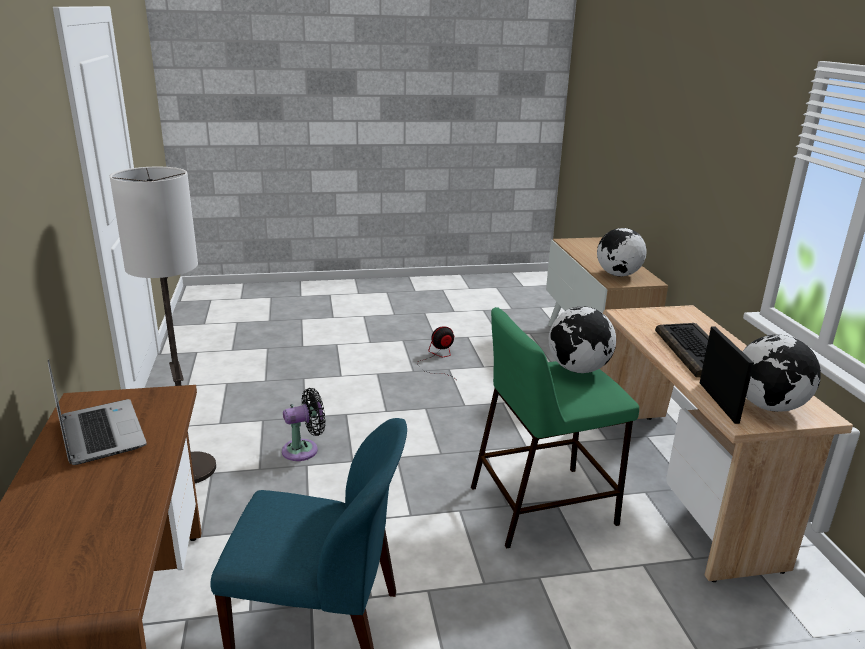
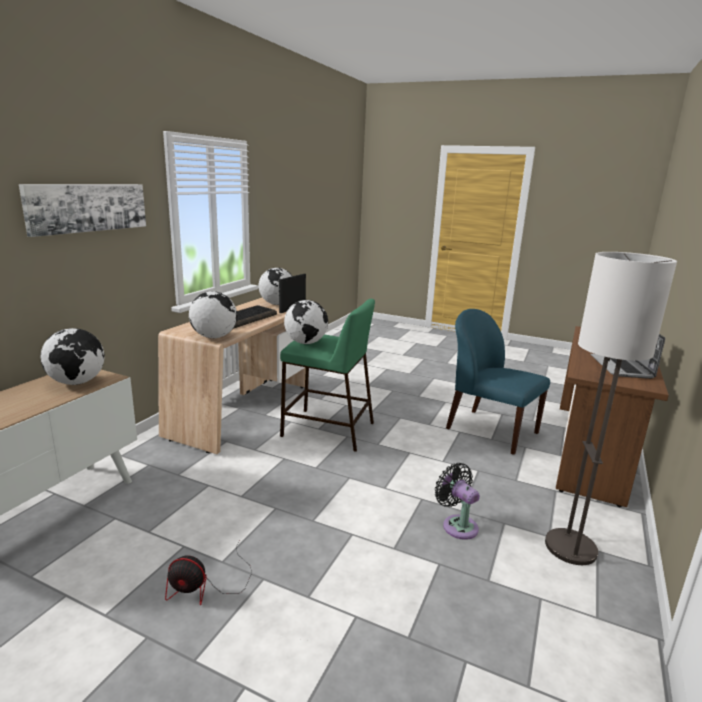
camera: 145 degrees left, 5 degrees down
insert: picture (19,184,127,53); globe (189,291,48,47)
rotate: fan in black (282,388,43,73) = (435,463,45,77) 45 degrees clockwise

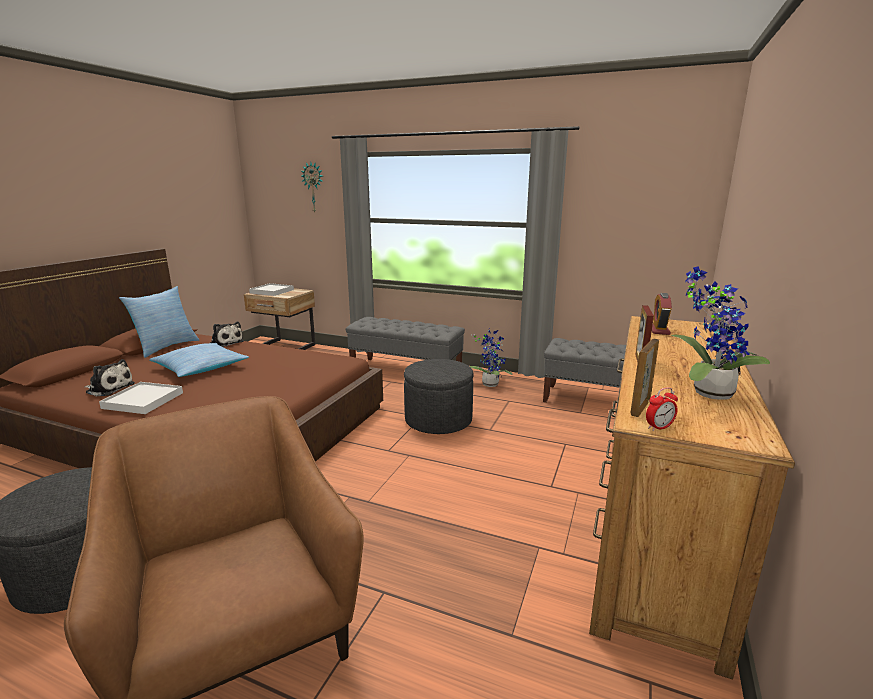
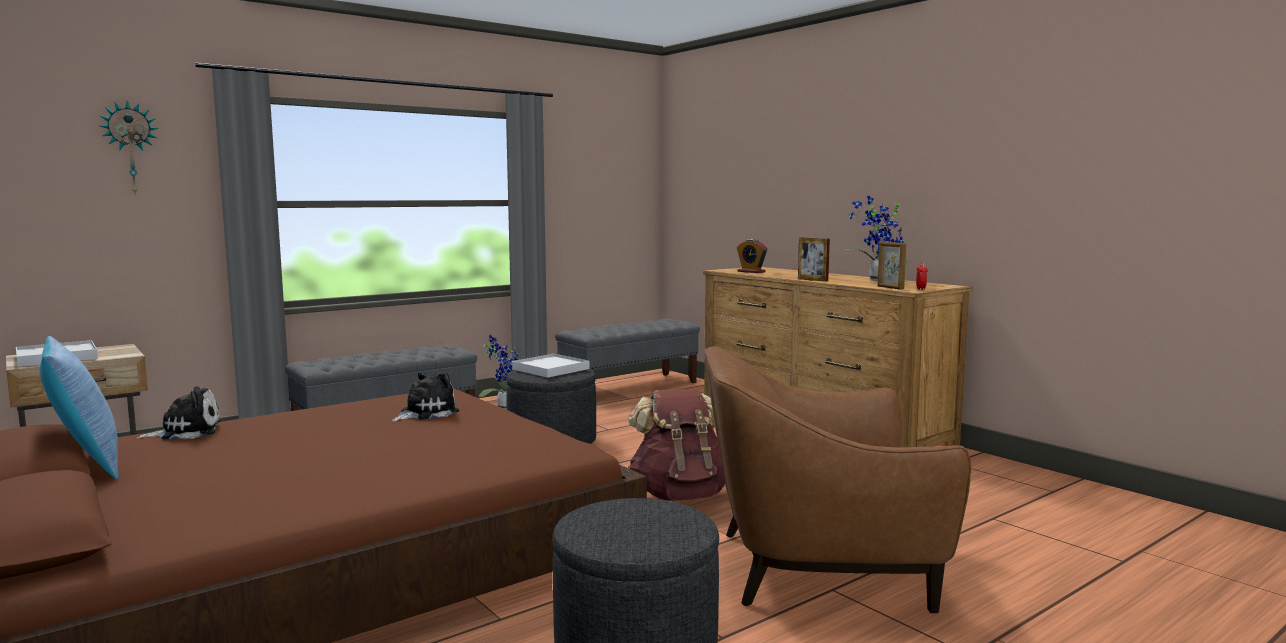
camera: 60 degrees left, 10 degrees down
delete: pillow (149,343,100,34)
insert: backpack in brown (628,389,97,112)
move: plush toy (85,359,50,37) to (392,372,67,49); tray in white (99,382,84,32) to (512,354,77,24)

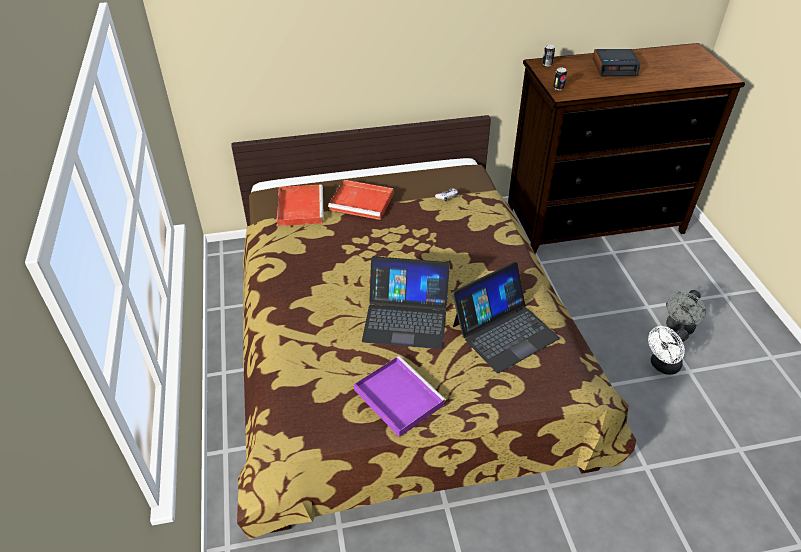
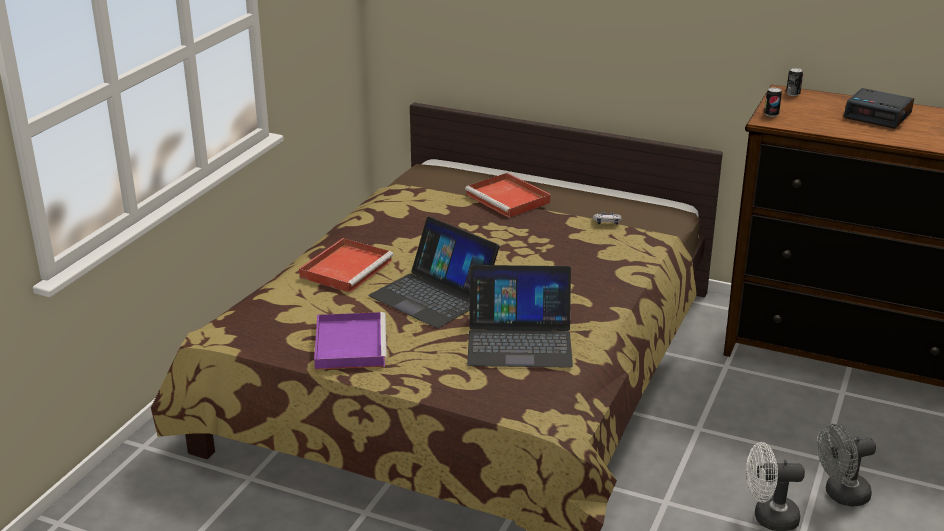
camera: 35 degrees right, 15 degrees down
move: tray in red (277,185,47,41) to (299,238,95,55)

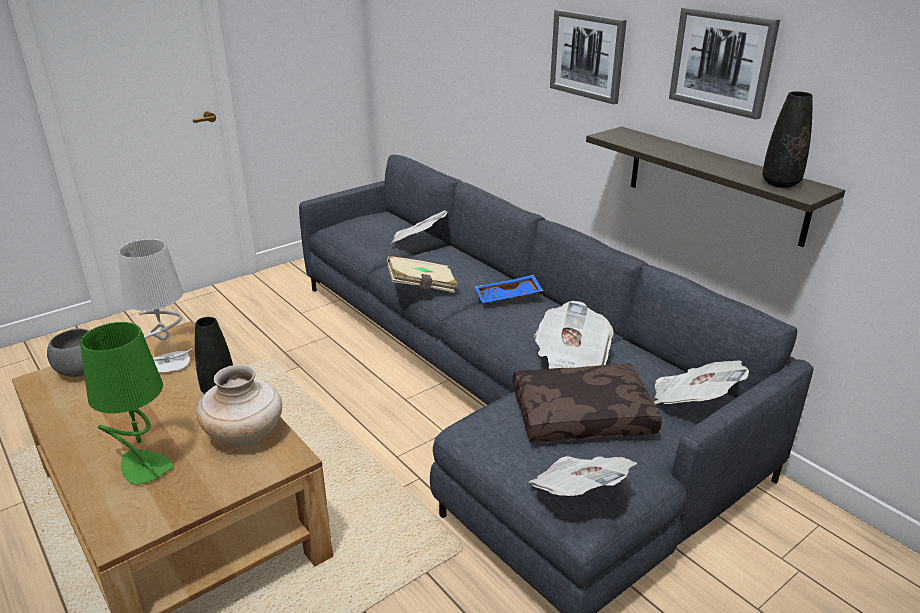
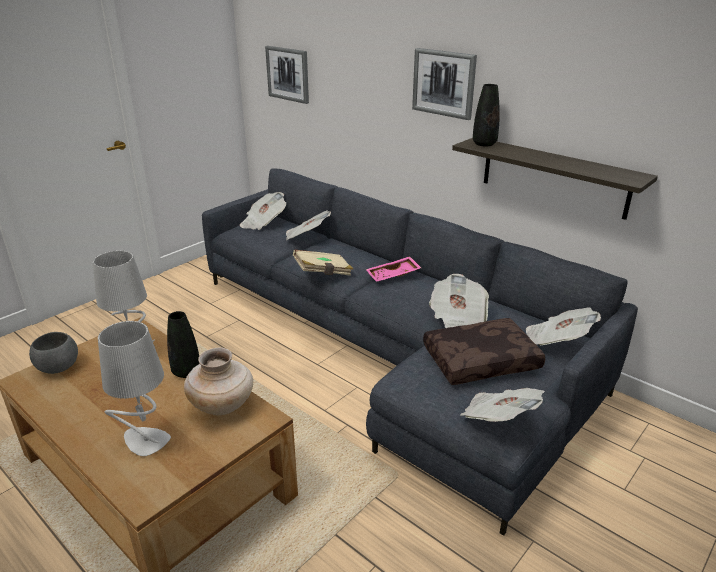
camera: 10 degrees left, 0 degrees up
insert: newspaper (240,192,46,38)
move: picture (669,7,111,113) to (265,46,44,58); vase in black (762,91,51,97) to (473,84,27,63)
recolor: table lamp in green (80,322,93,163) to table lamp in grey (98,321,73,135); tray in blue (475,275,68,28) to tray in pink (366,257,55,25)

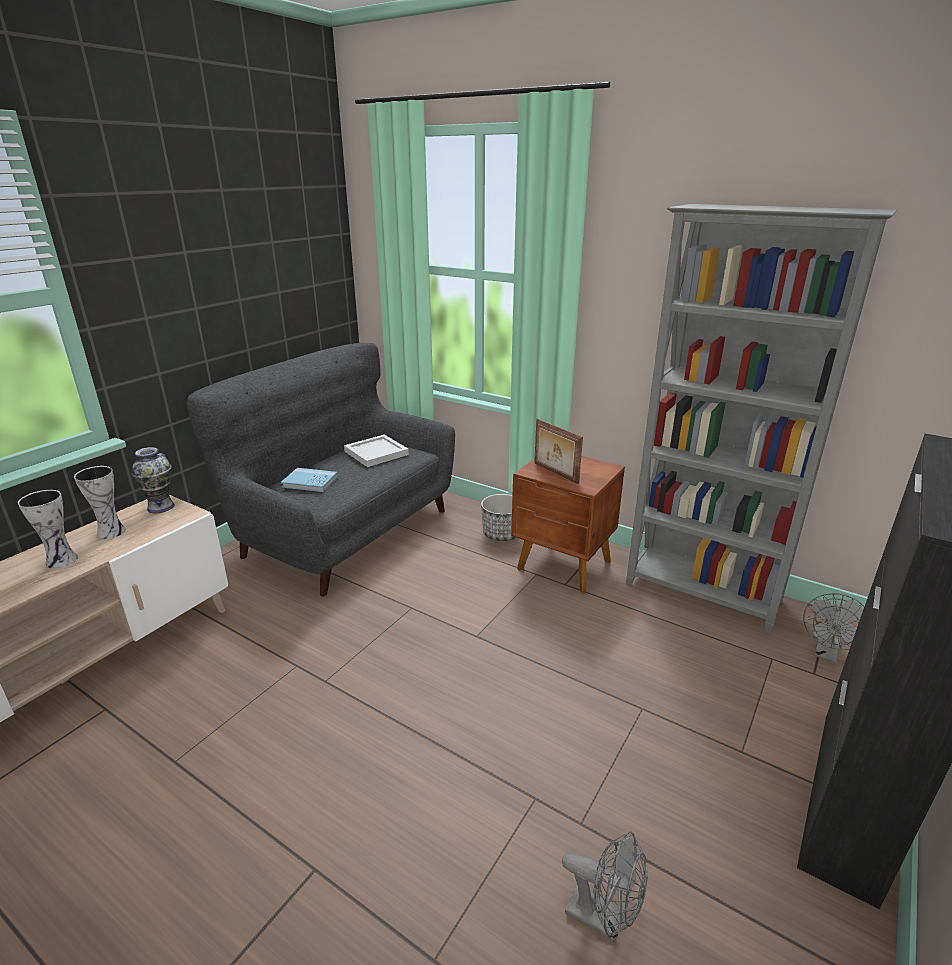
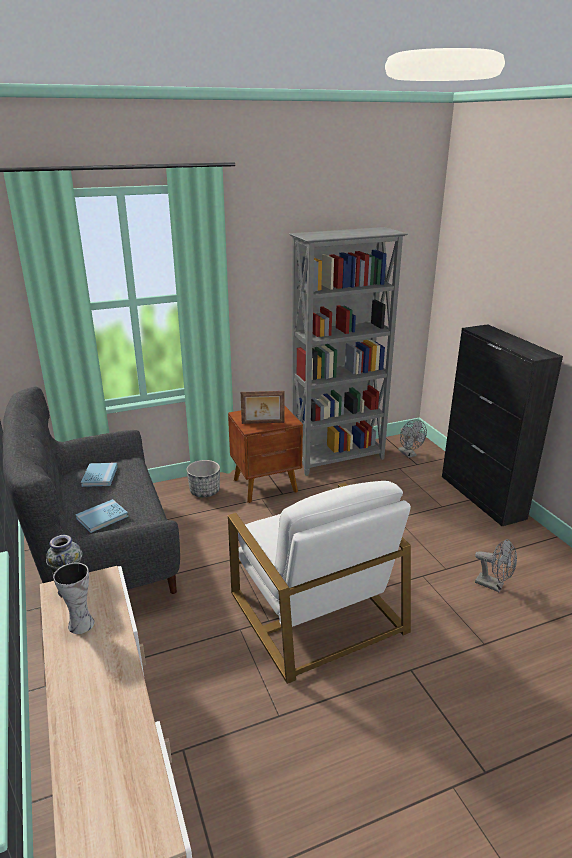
camera: 55 degrees left, 0 degrees up
delete: vase (18,490,60,79)
insert: armchair in white (228,481,183,203)
replace: tray in white (344,435,65,32) to book in blue (81,463,37,24)
rotate: fan in grey (562,831,85,111) = (475,539,42,53) 60 degrees clockwise

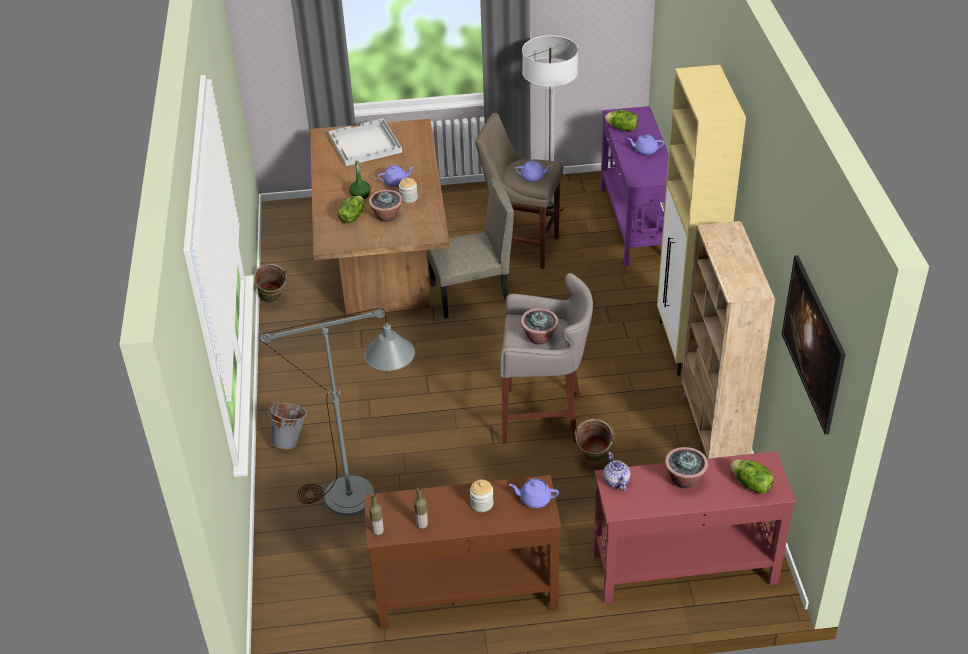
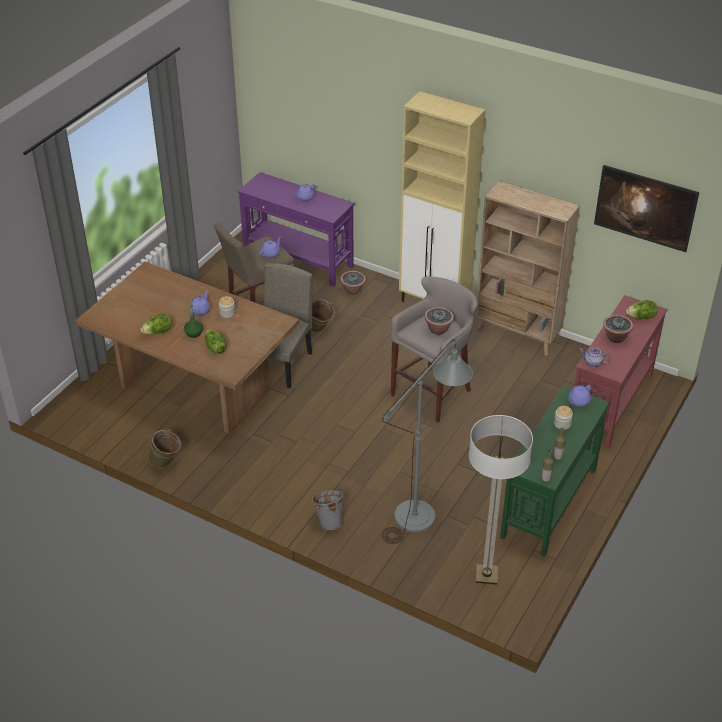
camera: 55 degrees left, 0 degrees up
delete: tray in white (328,118,74,48)
move: potted plant (369,190,34,32) to (340,271,26,24); floor lamp (522,35,56,182) to (469,415,64,170); bucket in green (574,419,41,43) to (311,299,24,33); lettuce (605,110,33,21) to (140,314,32,21)
recolor: console table in brown (364,475,197,154) to console table in green (500,386,110,171)

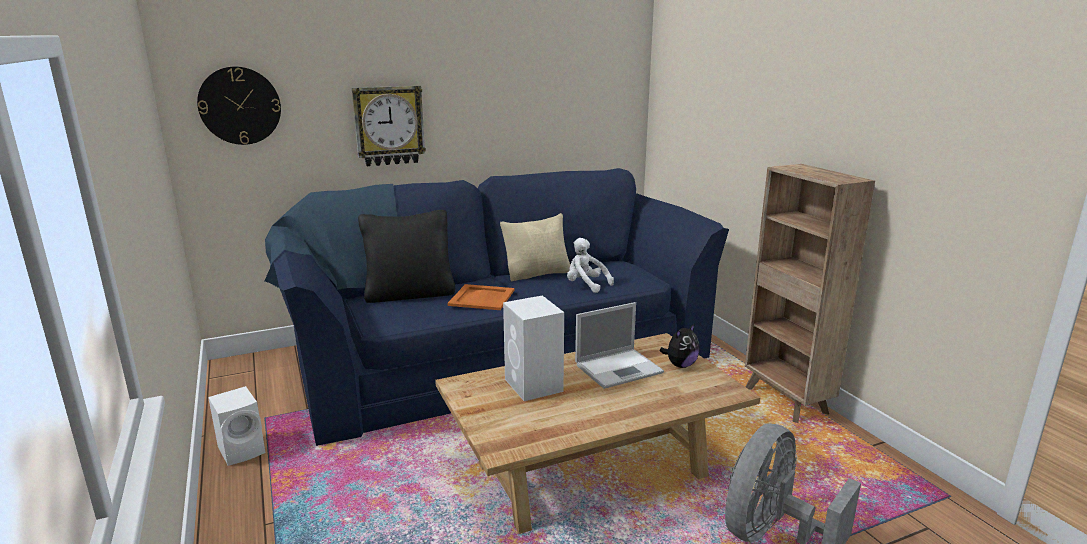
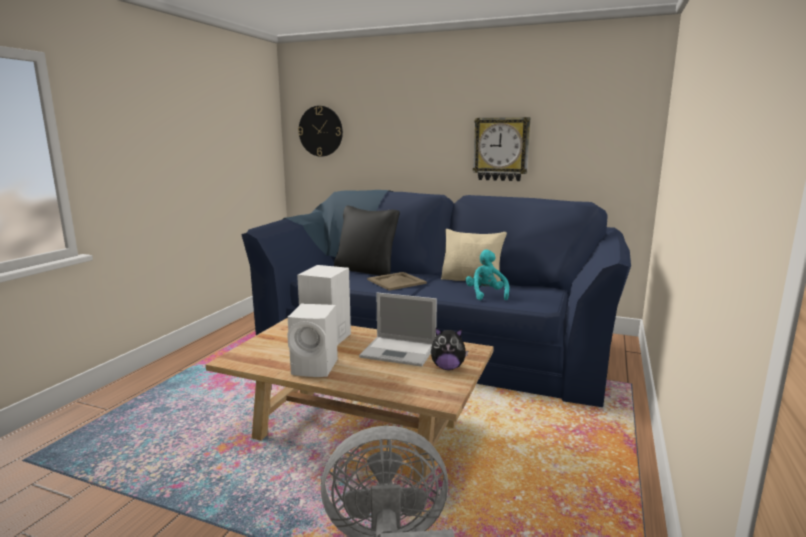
camera: 45 degrees right, 5 degrees down
delete: bookcase in brown (745,164,130,259)
move: speaker in white (208,386,57,80) to (287,304,51,73); wall clock (352,86,74,80) to (473,117,57,64)
recolor: tray in orange (447,284,67,26) to tray in beige (367,272,60,19); plush toy in white (567,238,47,55) to plush toy in turquoise (466,249,43,51)

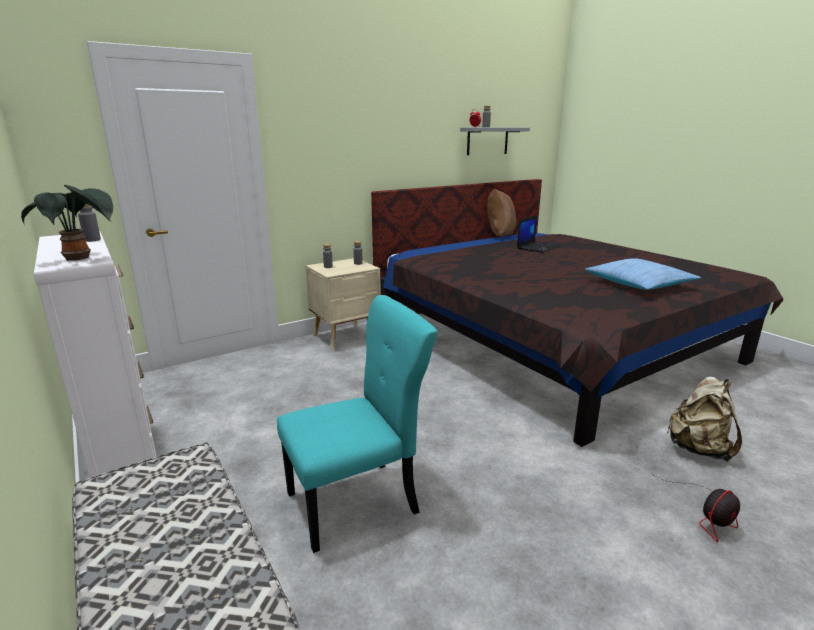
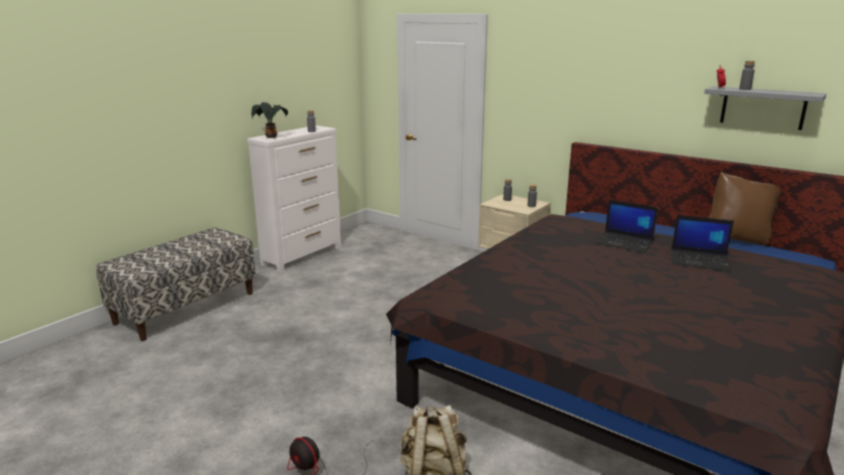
camera: 70 degrees right, 0 degrees up
delete: chair in turquoise (277,295,161,258); pillow (585,258,116,32)
insert: laptop (594,200,64,53)

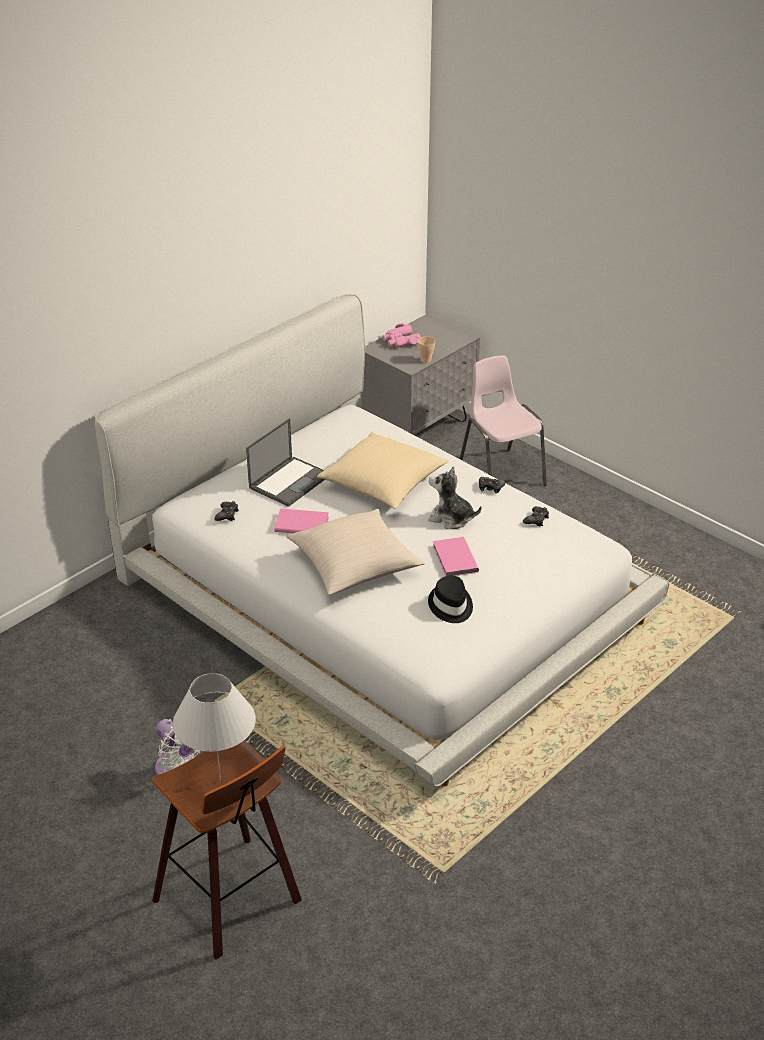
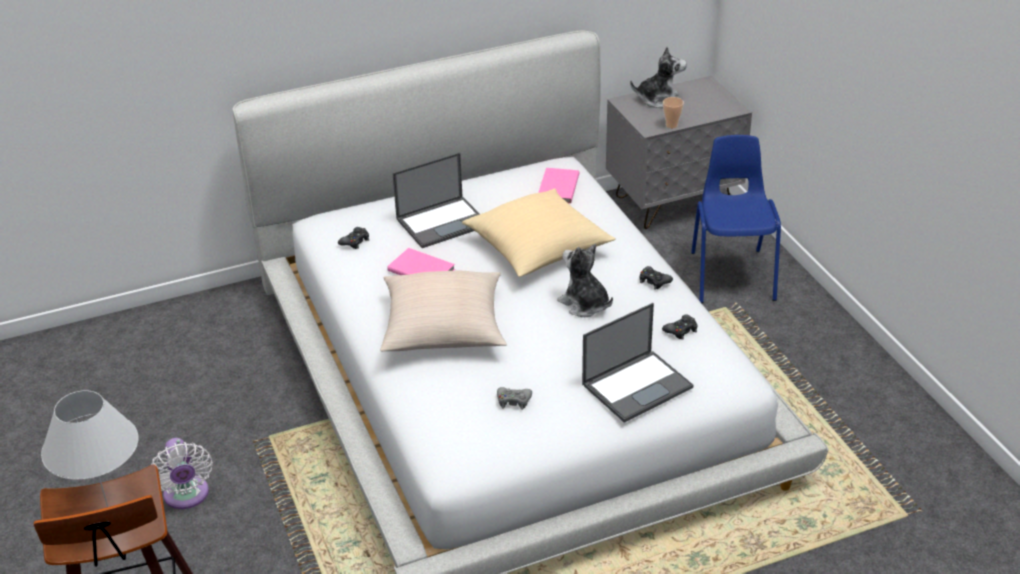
camera: 25 degrees right, 0 degrees up
insert: laptop (582,303,112,120)
move: book in pink (433,537,46,39) to (538,168,41,36)
replace: binoculars in pink (382,323,39,24) to plush toy (630,46,57,62); hat in black (428,576,45,47) to game controller in grey (497,387,35,23)
recolor: chair in pink (460,356,87,130) to chair in blue (691,135,90,168)

